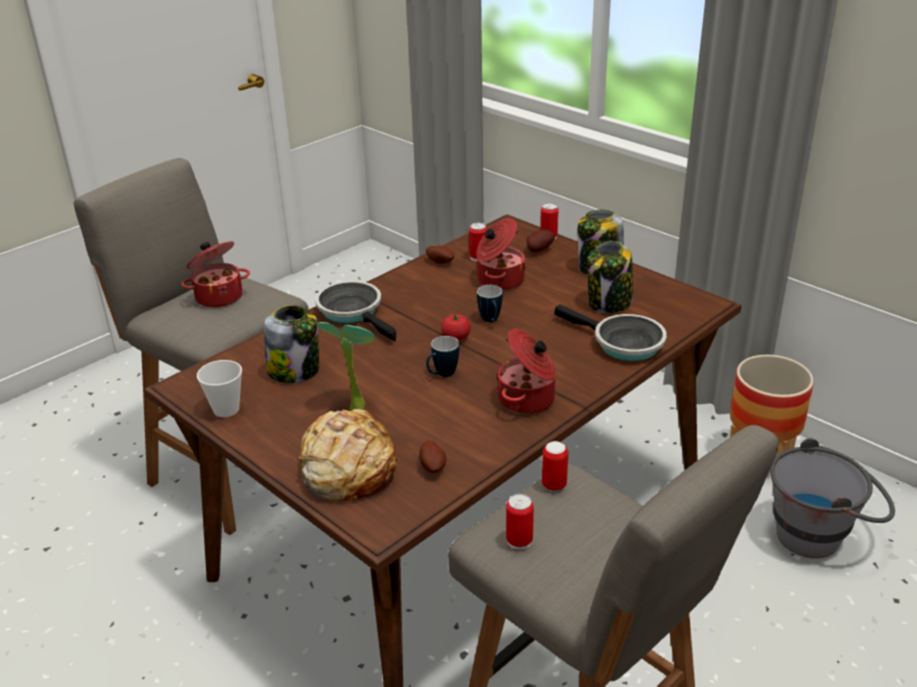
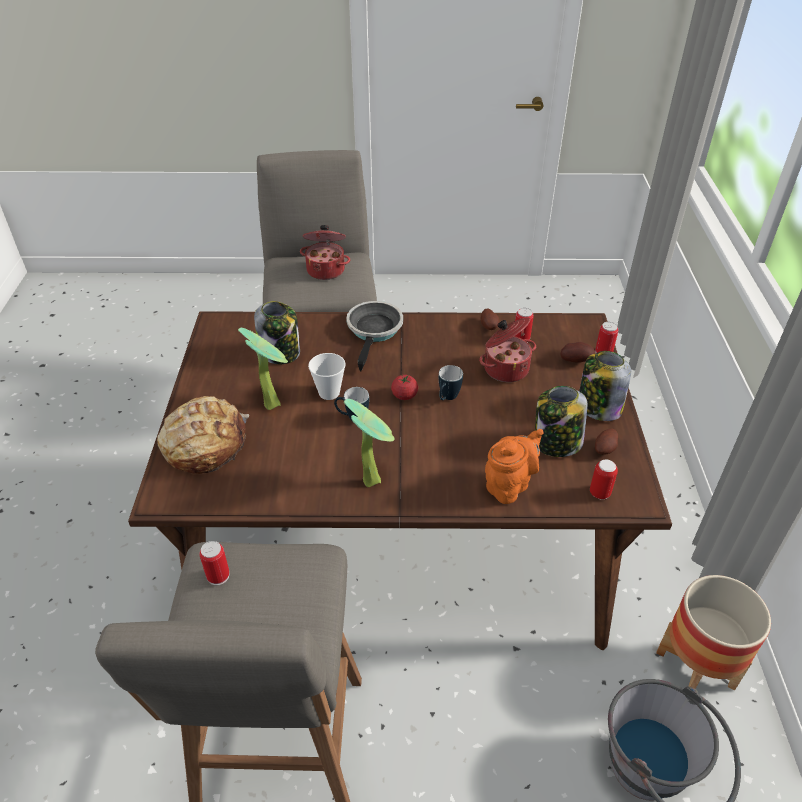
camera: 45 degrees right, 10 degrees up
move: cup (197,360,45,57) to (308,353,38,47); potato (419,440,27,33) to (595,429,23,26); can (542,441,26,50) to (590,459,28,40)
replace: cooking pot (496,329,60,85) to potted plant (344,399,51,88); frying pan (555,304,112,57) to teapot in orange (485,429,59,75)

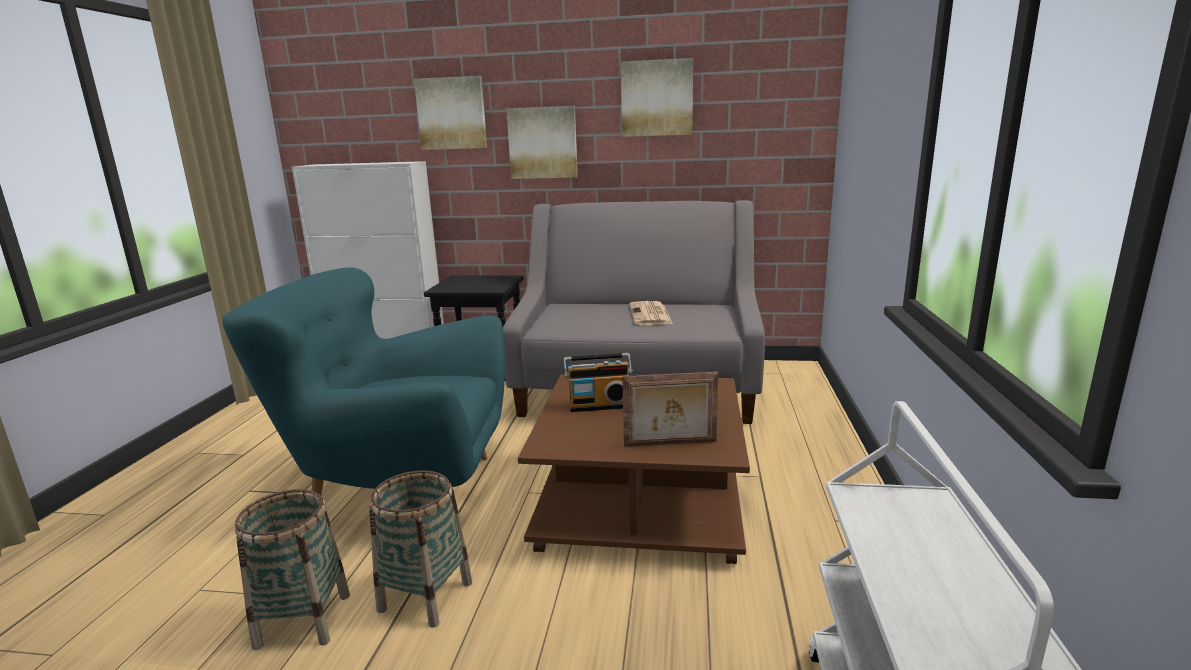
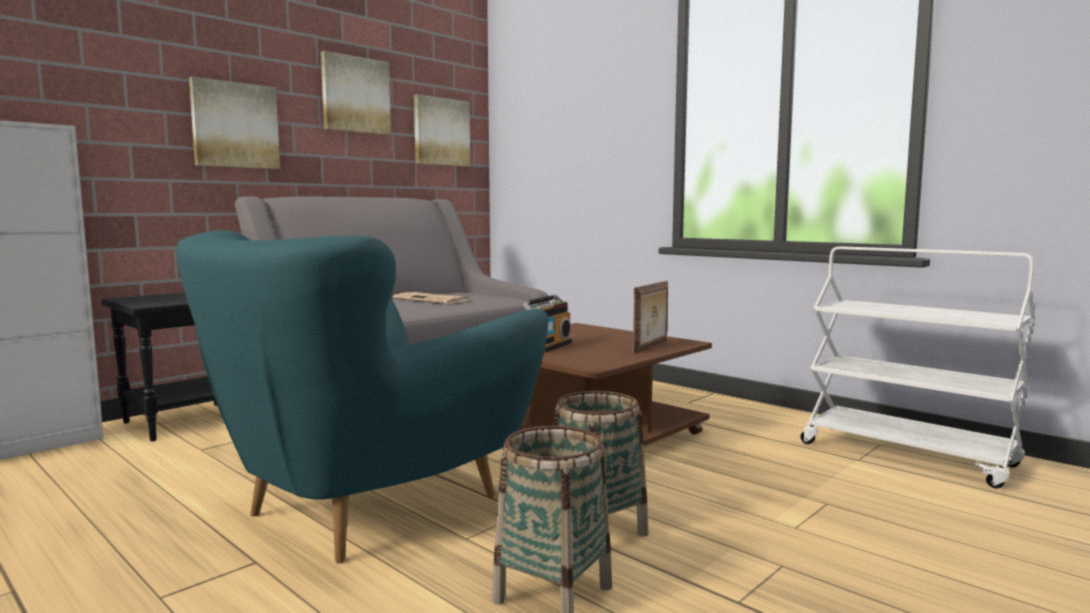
camera: 55 degrees left, 10 degrees down
move: picture (414,76,73,74) to (414,94,56,73)

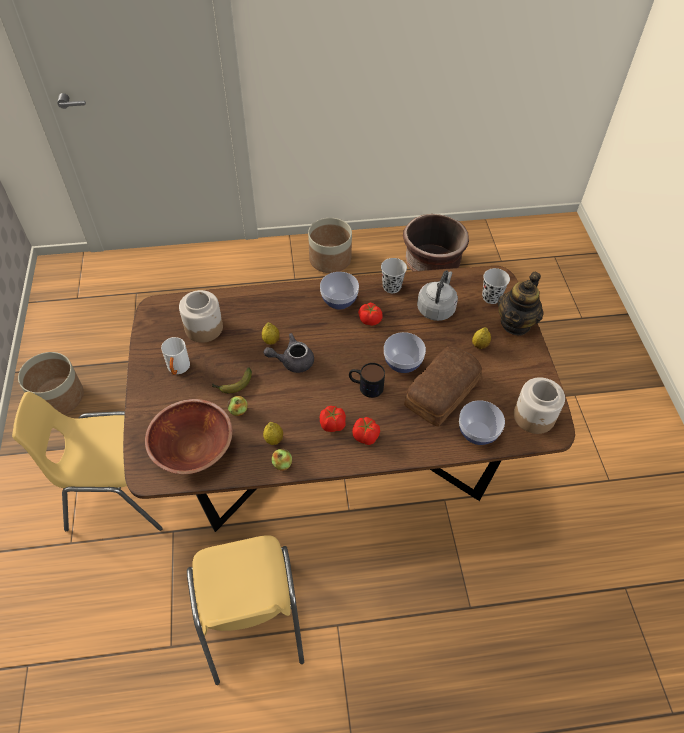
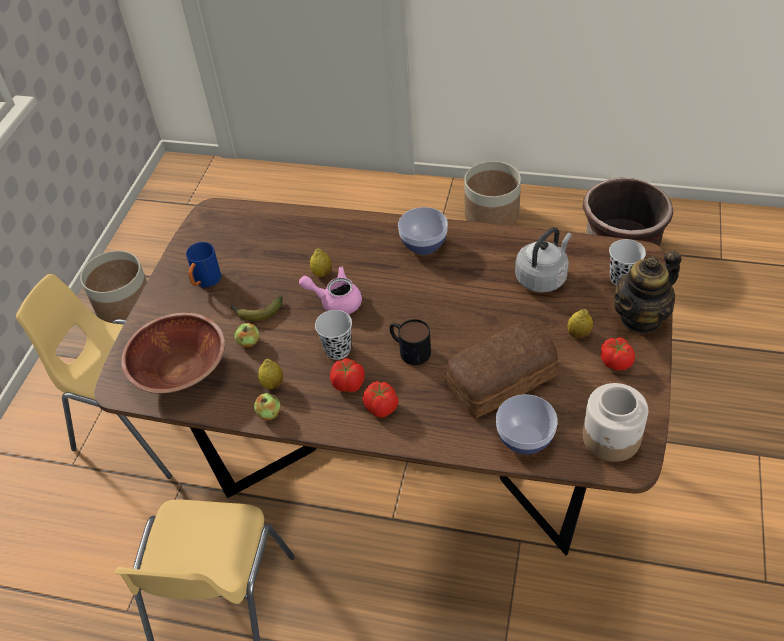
camera: 25 degrees right, 5 degrees down
delete: jar (179,290,44,53); bowl (384,332,42,41)
move: tomato (358,302,25,24) to (601,337,34,34); cup in black (381,258,26,35) to (315,310,37,50)
recolor: mug in white (161,337,29,38) to mug in blue (186,242,35,46); teapot in grey (264,333,50,40) to teapot in pink (299,267,63,47)

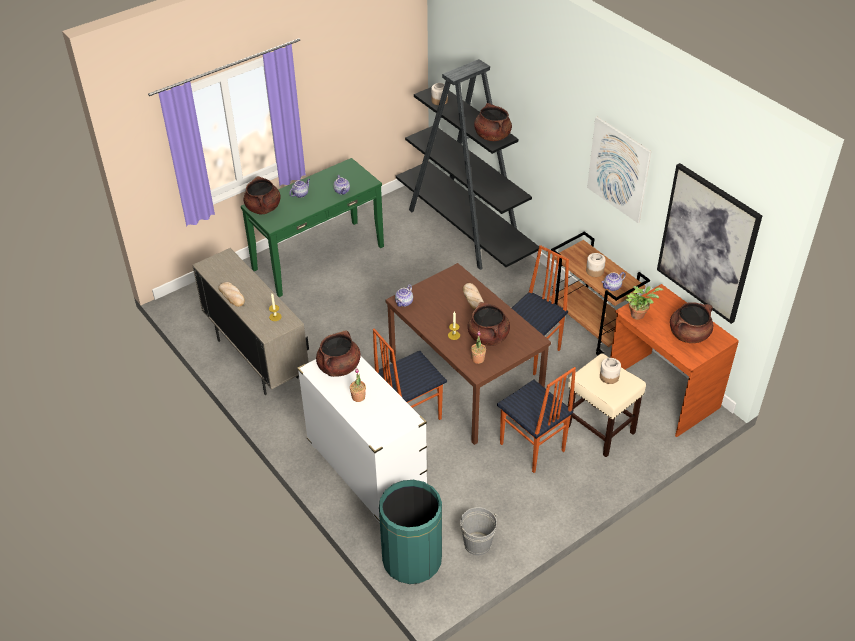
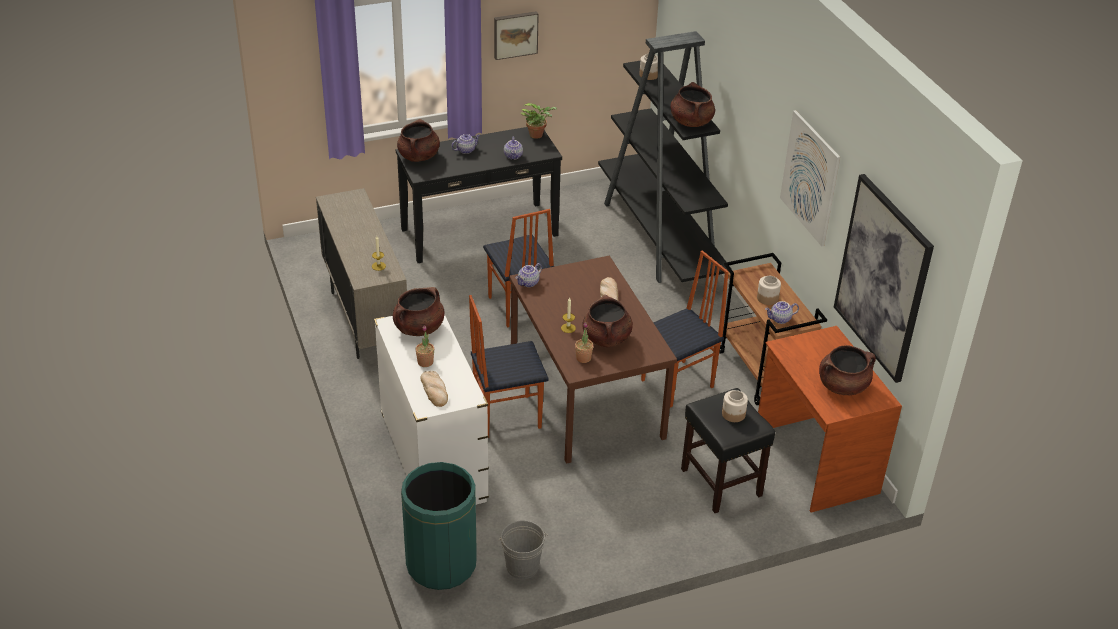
camera: 15 degrees right, 5 degrees down
insert: picture (494,11,45,49)
move: bread (218,282,27,25) to (420,371,28,36); chair (497,367,79,106) to (483,209,72,119); potted plant (625,286,38,34) to (521,103,36,36)
recolor: console table in green (241,158,143,139) to console table in black (396,127,166,136); stool in beige (568,353,78,104) to stool in black (681,388,94,125)

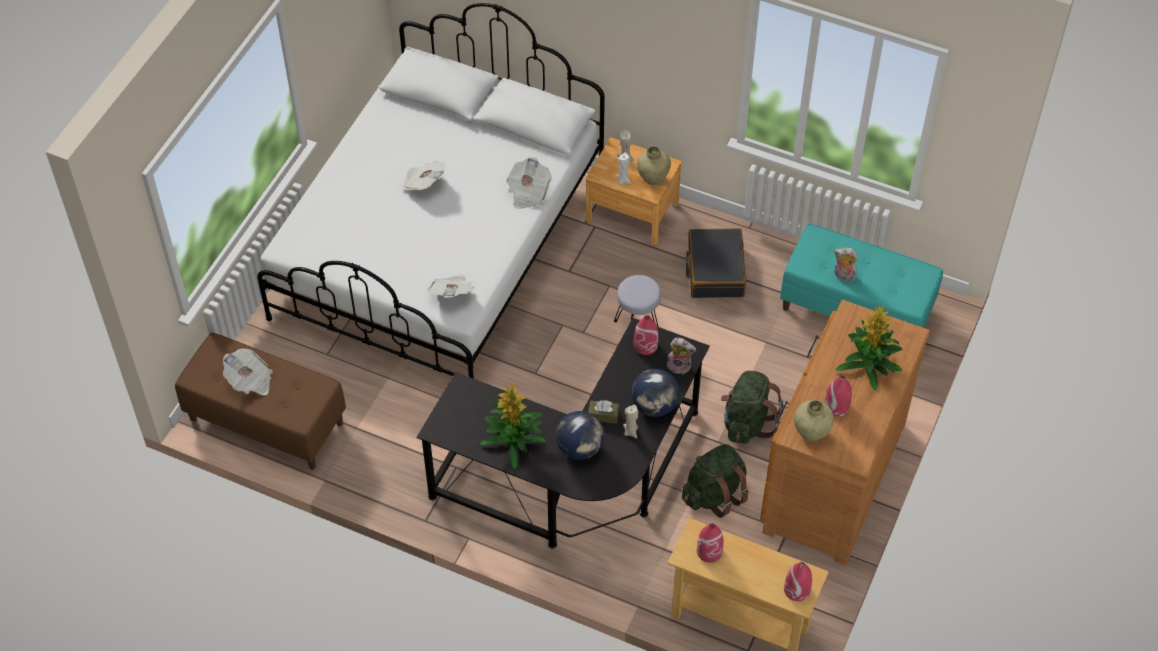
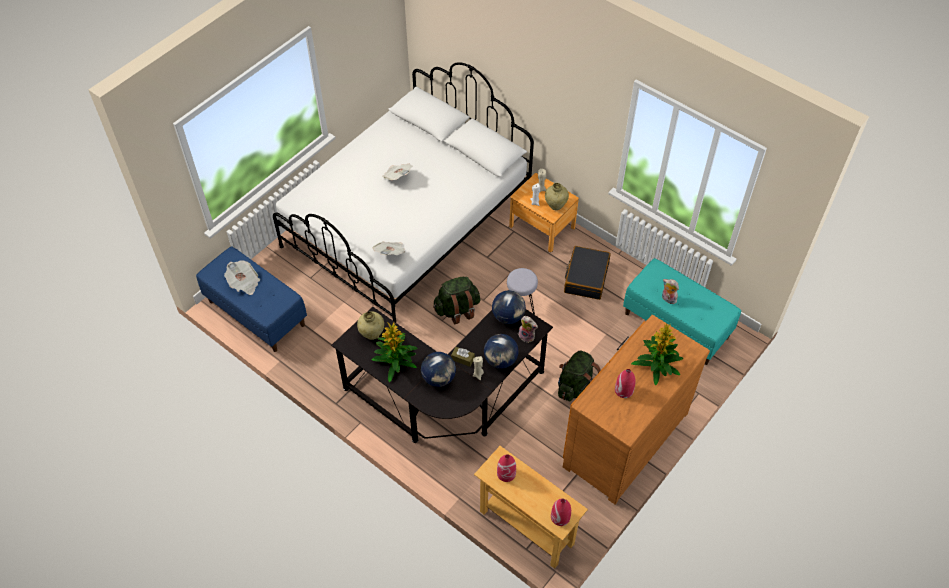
camera: 15 degrees right, 0 degrees up
delete: newspaper (507,157,45,52)
move: backpack in green (682,444,67,74) to (433,277,47,47); vase in beige (794,400,40,41) to (357,311,27,29)
replace: vase in red (634,315,24,40) to globe (492,290,34,34)
recolor: bench in brown (175,333,171,137) to bench in blue (196,246,111,106)

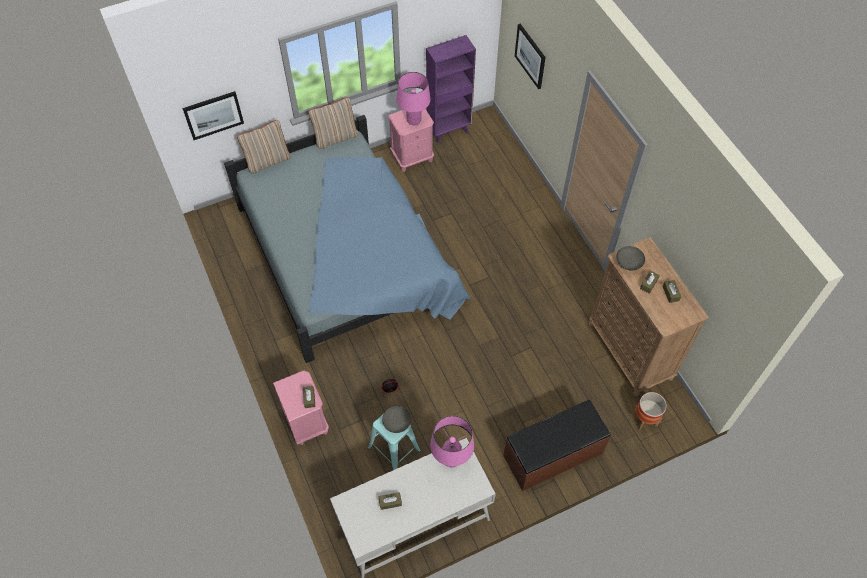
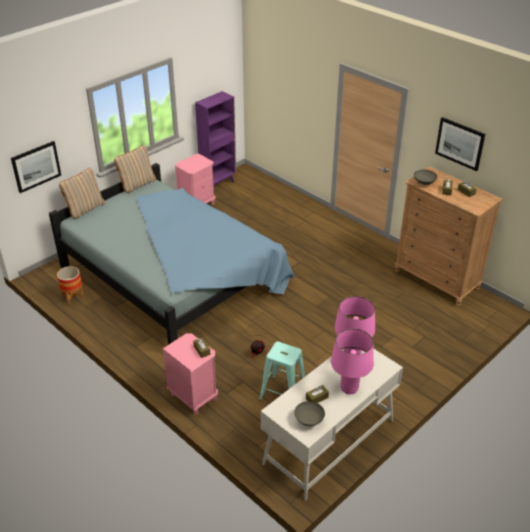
camera: 20 degrees left, 20 degrees down
delete: bench in brown (503,400,108,91)
move: bowl in grey (382,406,29,27) to (294,401,31,25); table lamp in pink (396,72,35,54) to (331,328,43,66); picture (515,24,31,65) to (435,117,50,54); planter (633,392,34,38) to (57,266,27,39)

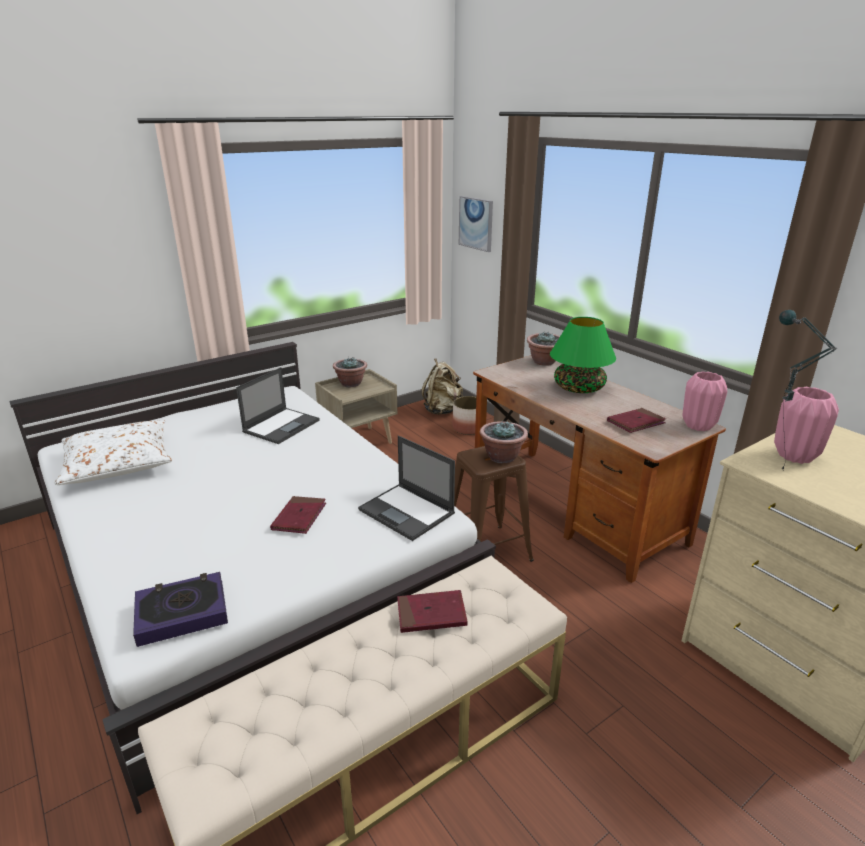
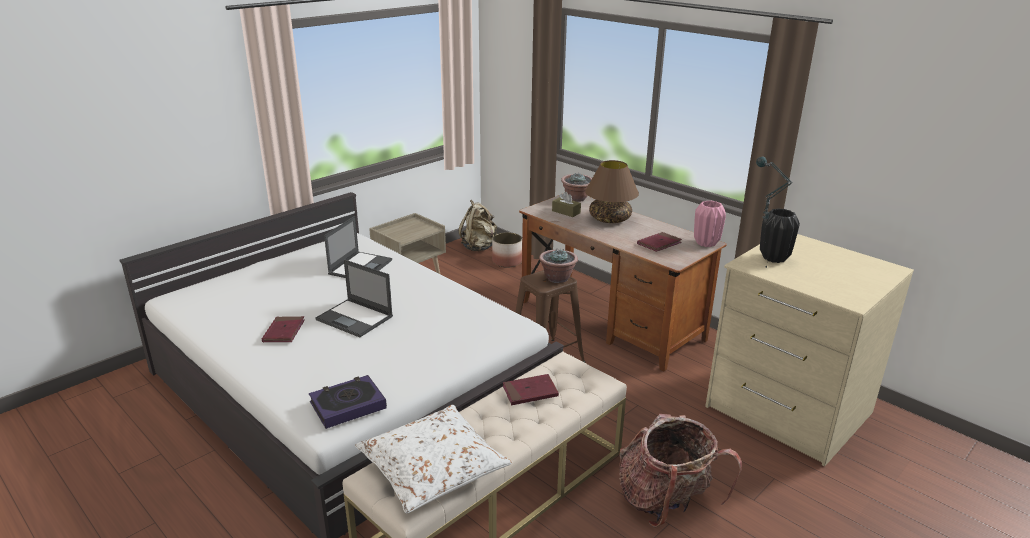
camera: 10 degrees left, 0 degrees up
delete: potted plant (333,357,34,30); picture (459,196,34,56)
insert: tissue box in brown (552,192,29,25); backpack (619,414,123,114)
move: pillow in white (54,420,119,65) to (355,405,157,108); book in red (270,496,56,38) to (262,316,43,26); laptop (358,436,97,105) to (315,259,78,79)
recolor: table lamp in green (550,317,66,76) to table lamp in brown (585,160,54,63); vase in pink (774,387,65,77) to vase in black (760,208,40,55)

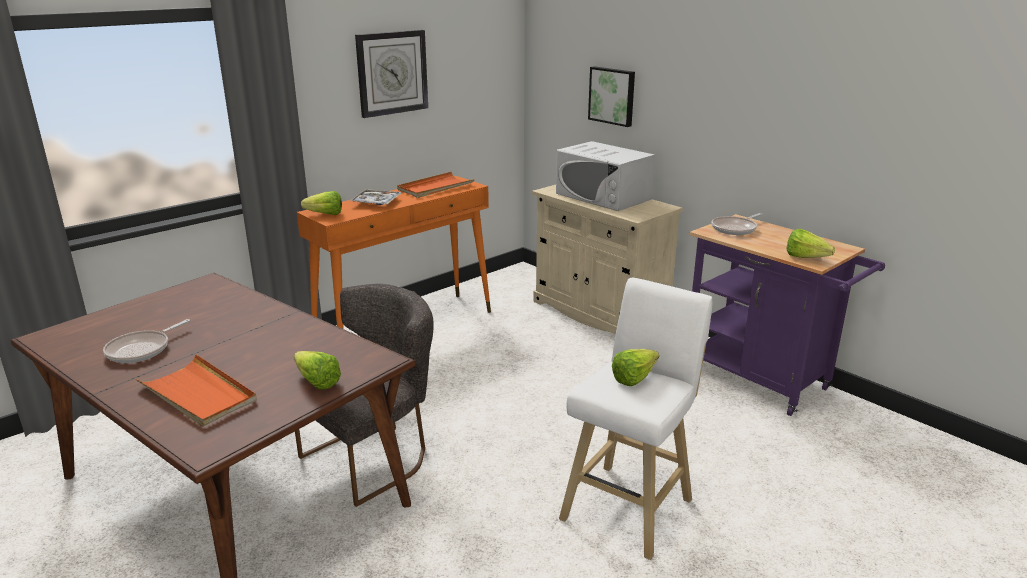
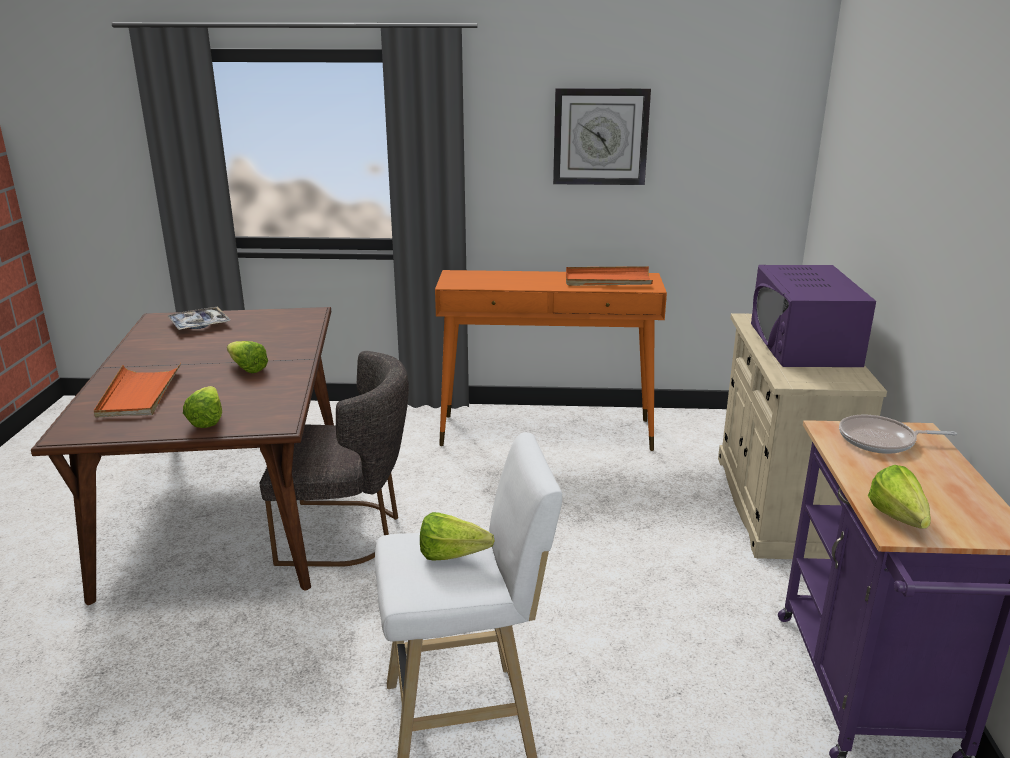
camera: 45 degrees right, 0 degrees up
delete: frying pan (103,319,87,44); picture (588,66,47,61)
move: lettuce (301,191,41,24) to (227,341,41,32); tray (349,189,52,16) to (168,307,62,23)
recolor: microwave in white (556,141,99,70) to microwave in purple (751,265,125,102)

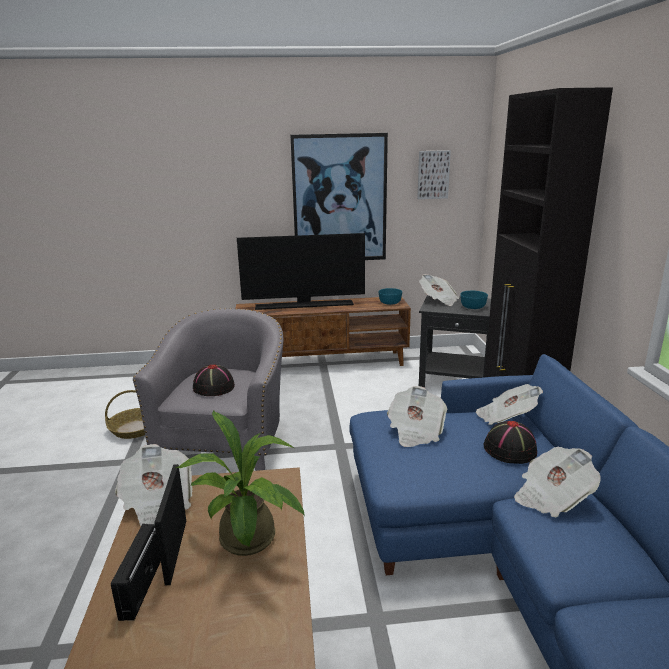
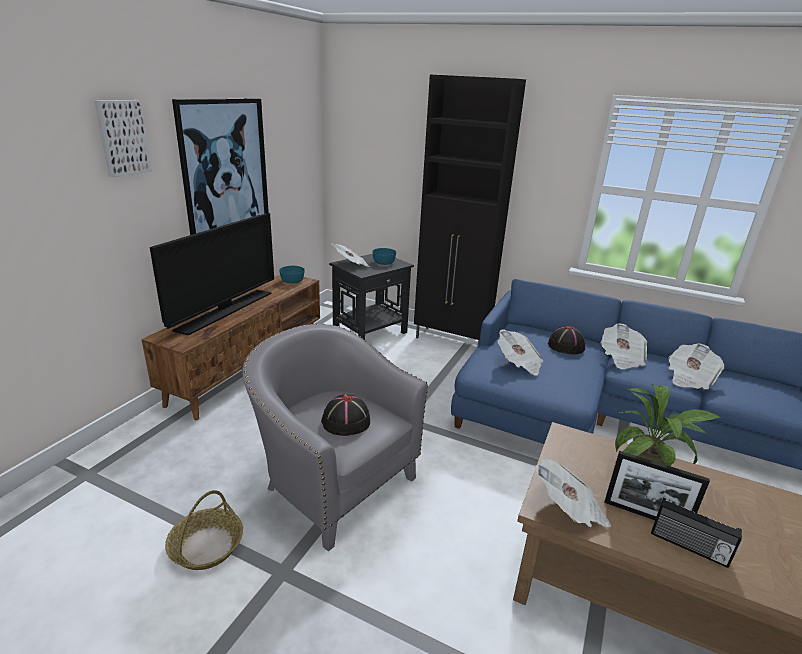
camera: 60 degrees left, 5 degrees up
move: picture (417,150,34,49) to (94,100,58,77); newspaper (476,384,67,41) to (668,344,57,45)

